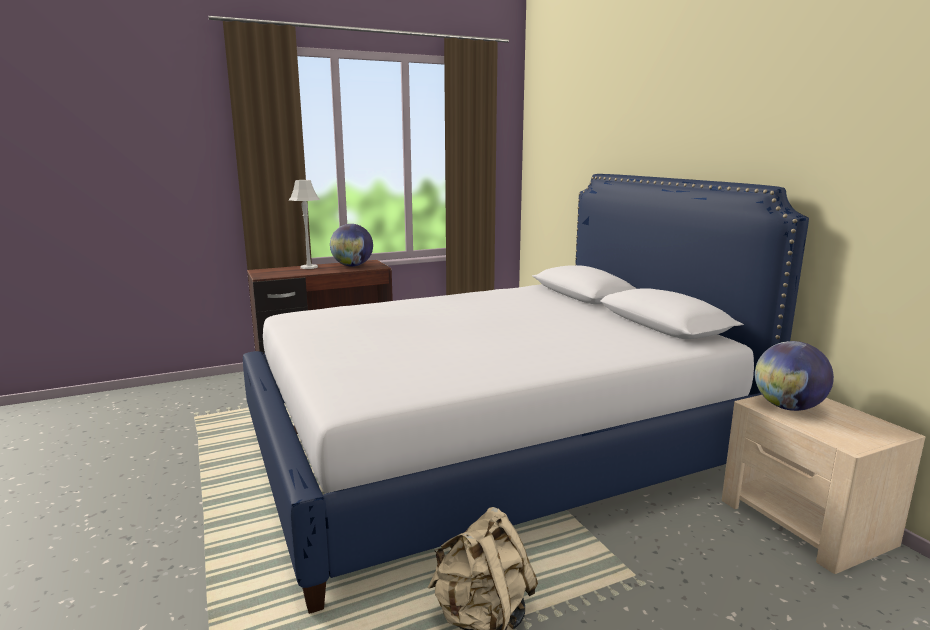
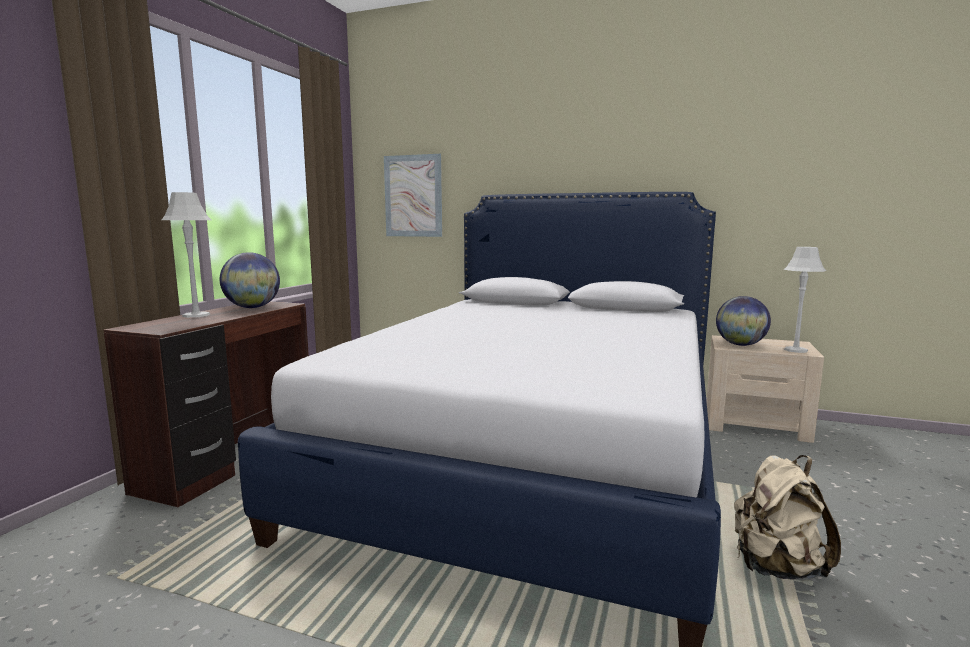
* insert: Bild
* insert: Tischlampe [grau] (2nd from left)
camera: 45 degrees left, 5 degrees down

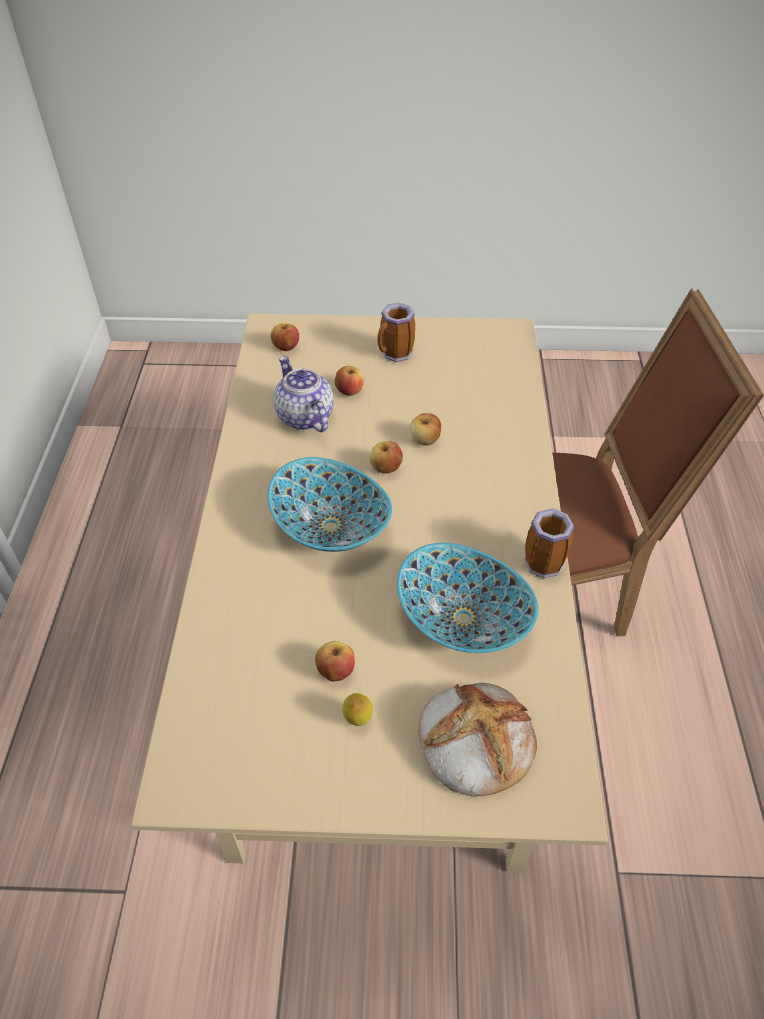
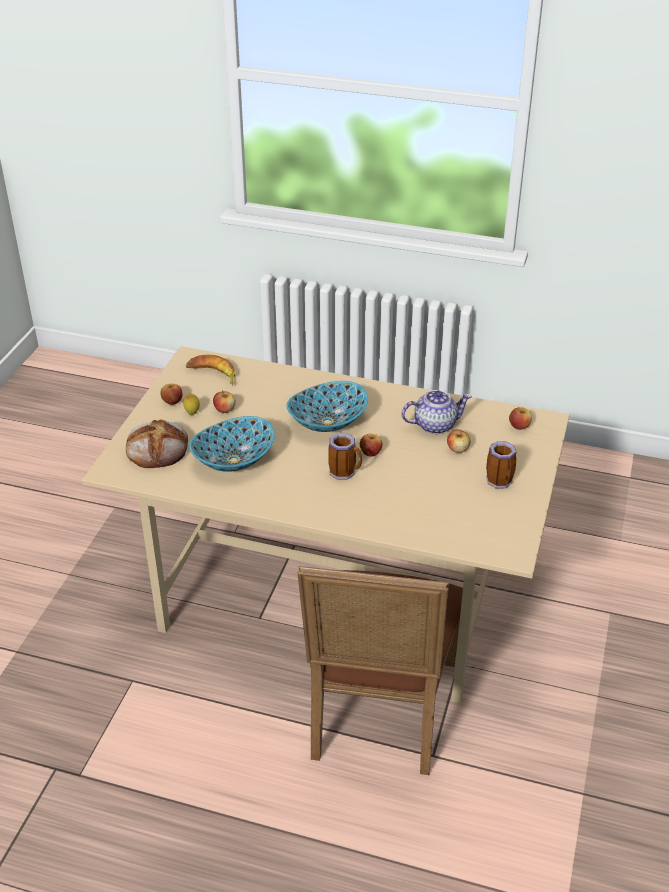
* insert: Banane
* move: Apfel (5th from left in the first image) to Apfel (1st from left)
* move: Henkelbecher (2nd from left in the first image) to Henkelbecher (1st from left)
camera: 105 degrees right, 10 degrees down

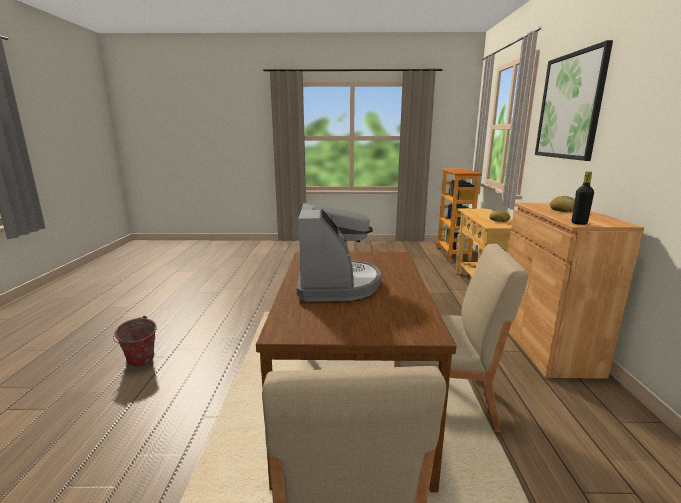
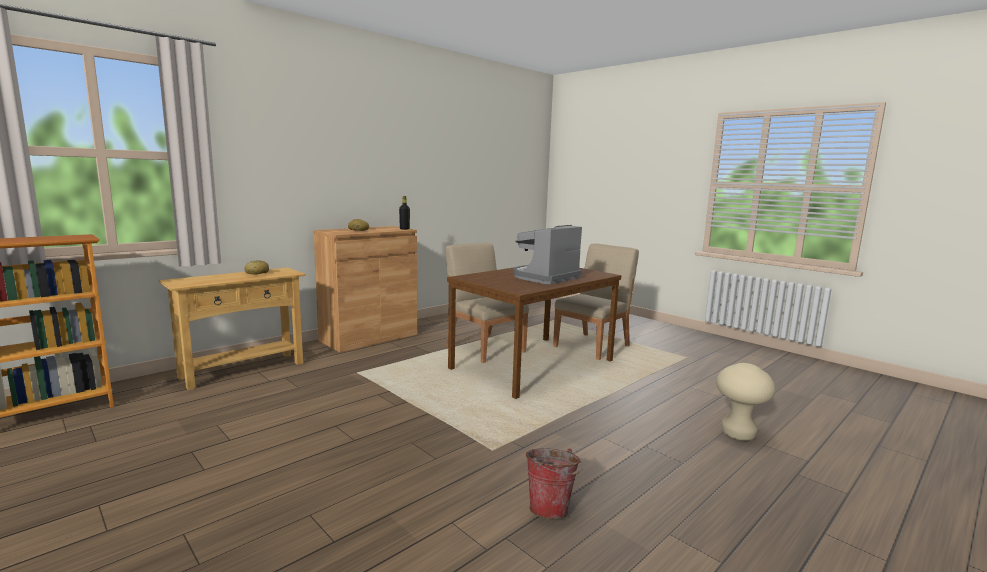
* delete: Bild
* insert: Hocker [beige]
* move: Eimer
camera: 135 degrees left, 5 degrees down

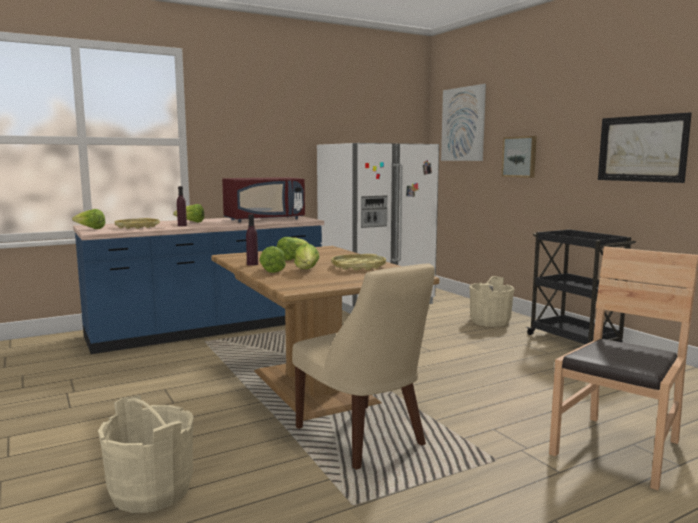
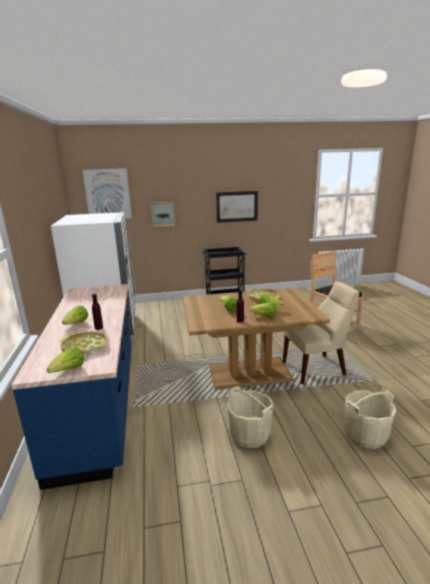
* delete: Mikrowelle [rot]
* move: Eimer [beige] (2nd from left in the first image) to Eimer [beige] (1st from left)
camera: 70 degrees left, 10 degrees up

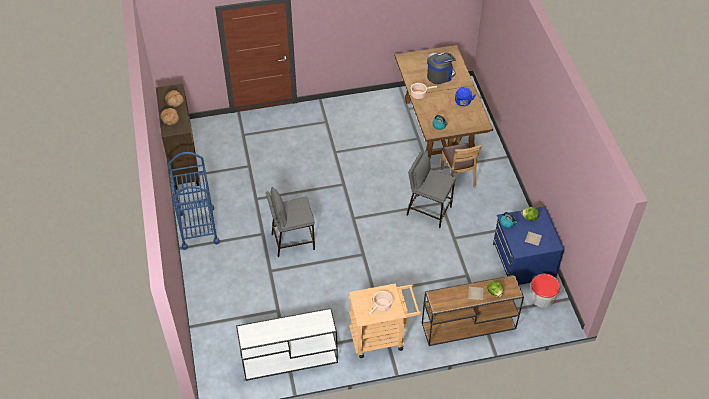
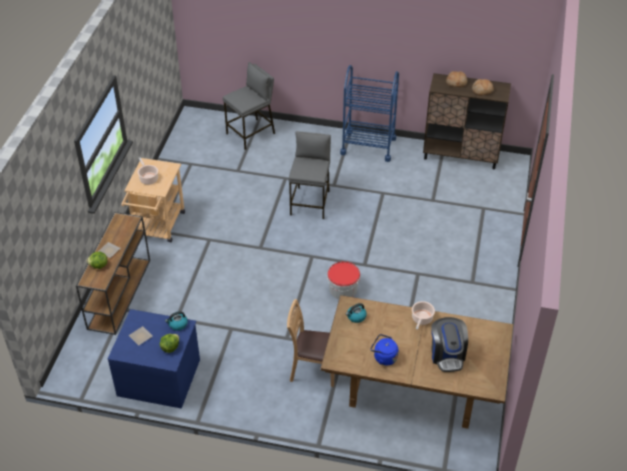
* delete: Konsolentisch [weiß]
* move: Hocker [grau] (2nd from left in the first image) to Hocker [grau] (1st from left)
* move: Eimer
camera: 115 degrees right, 5 degrees down

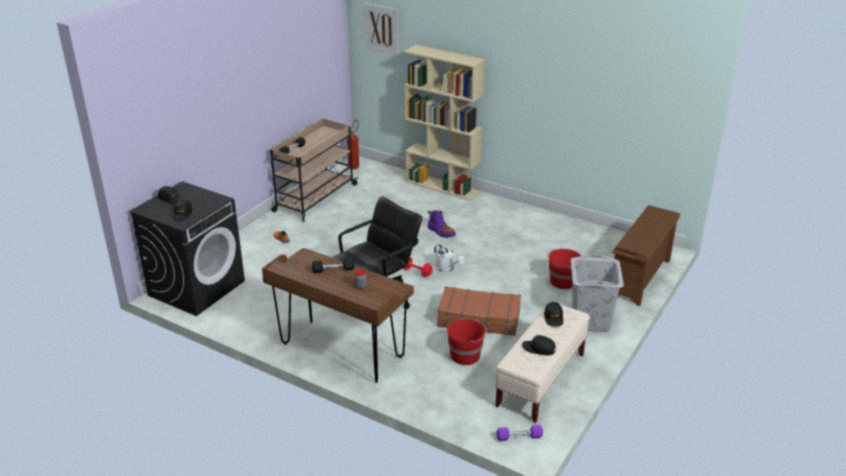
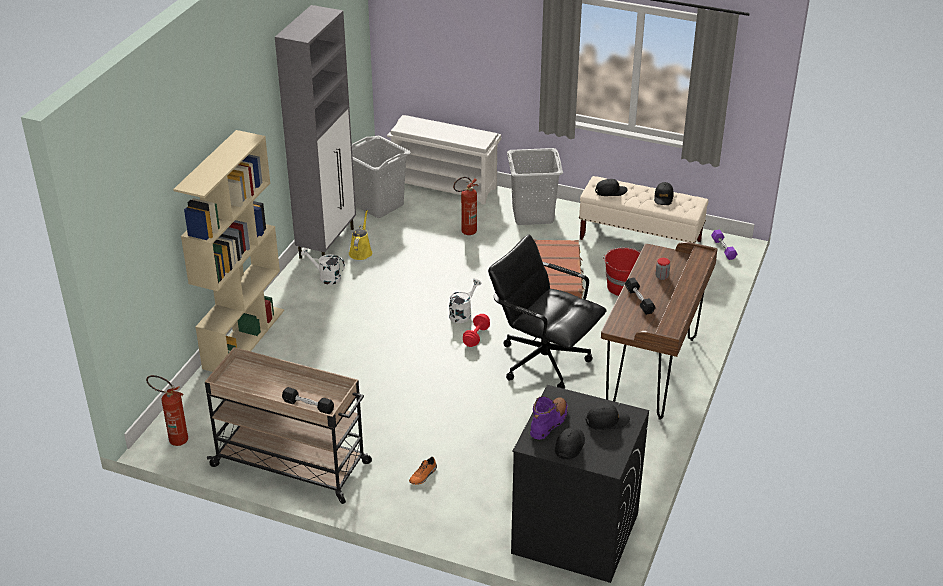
* delete: Bild
* insert: Schrank [grau]
* insert: Gießkanne [weiß] (1st from left)
* insert: Gießkanne [gelb]
* insert: Wäschekorb [grau] (1st from left)
* move: Stiefel [lila]
* replace: Eimer [rot] (2nd from left) to Feuerlöscher (2nd from left)
* recolor: Schuhregal [braun] to Schuhregal [weiß]
camera: 100 degrees left, 5 degrees up

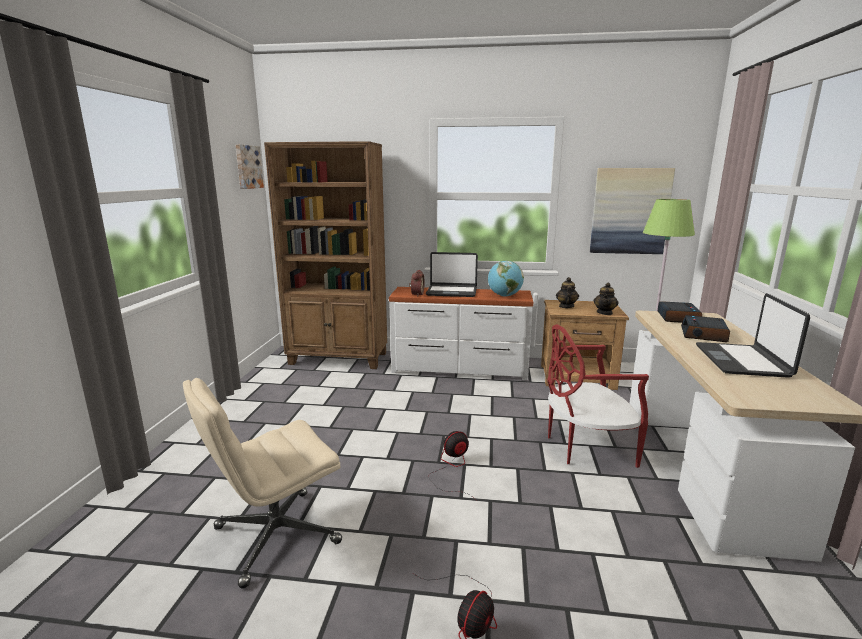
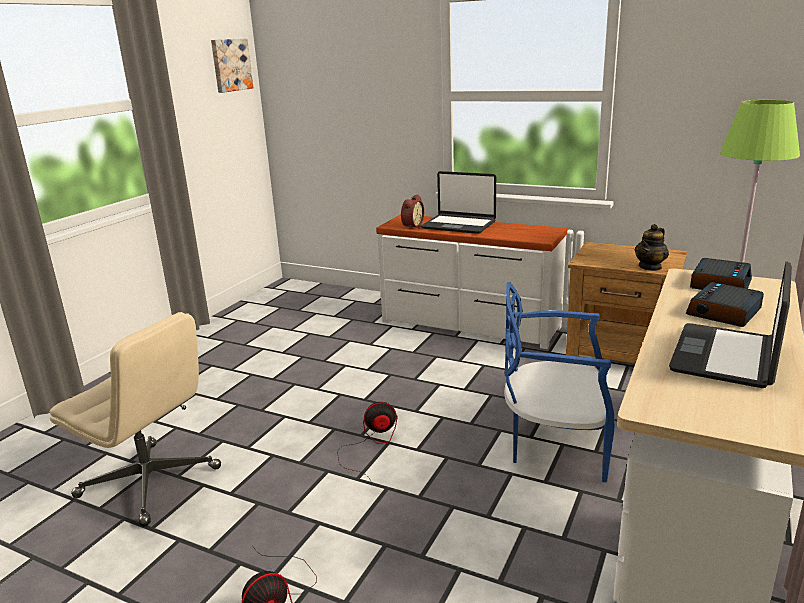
* delete: Bücherregal [braun]
* delete: Globus
* delete: Teekanne (1st from left)
* delete: Bild (2nd from left)
* recolor: Stuhl [rot] to Stuhl [blau]
* rotate: Bürostuhl [beige] 135 degrees counterclockwise
camera: 20 degrees right, 5 degrees up

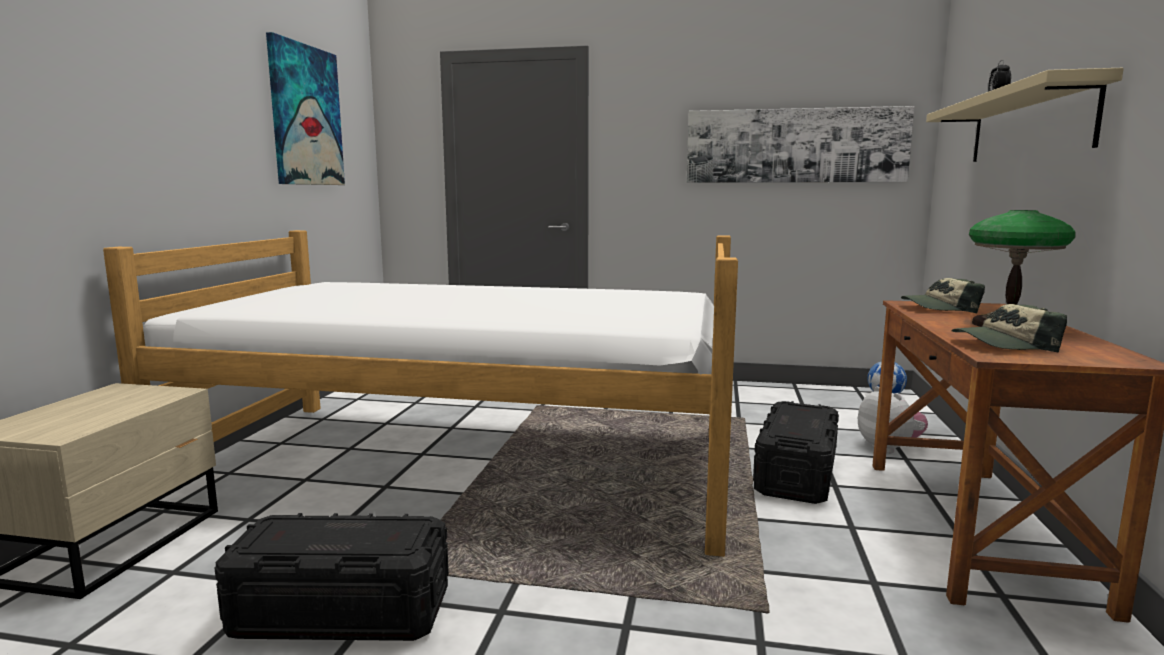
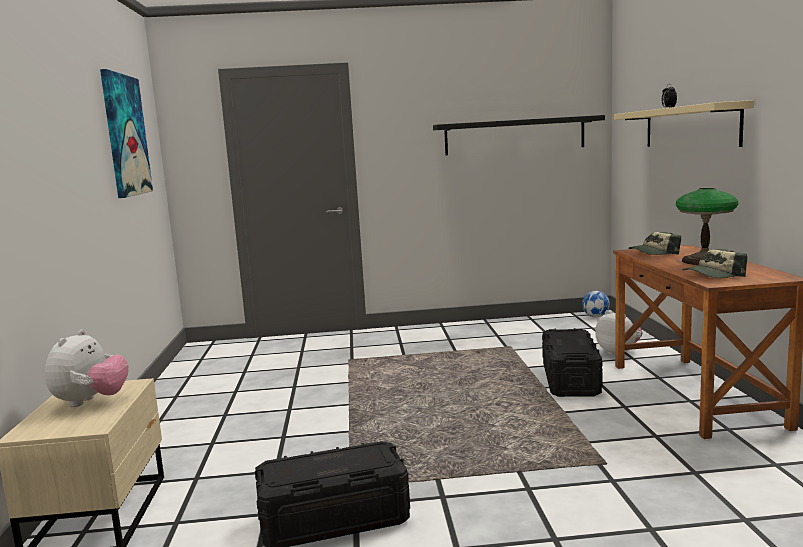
* delete: Bett
* insert: Plüschtier (1st from left)
* replace: Bild (2nd from left) to Wandregal [schwarz]
camera: 15 degrees left, 0 degrees up

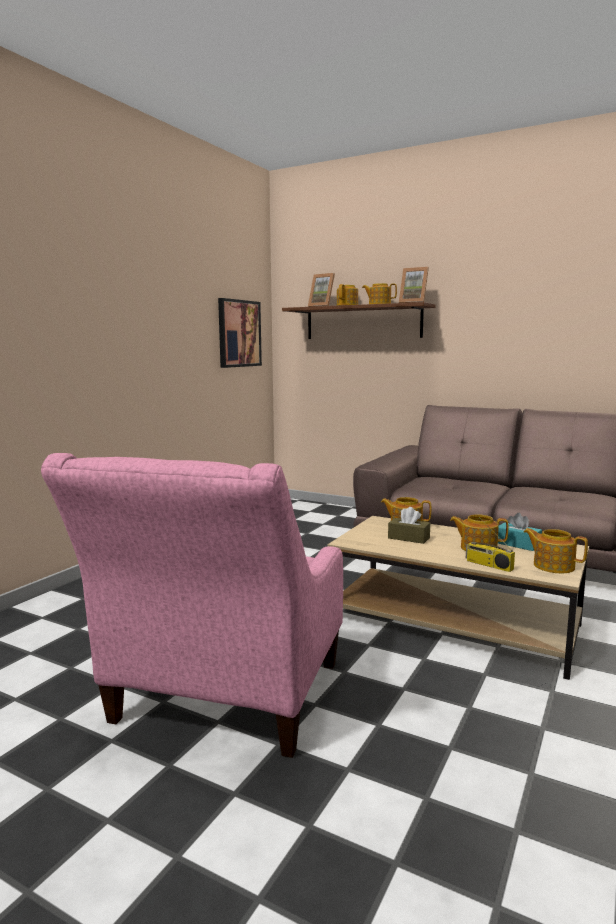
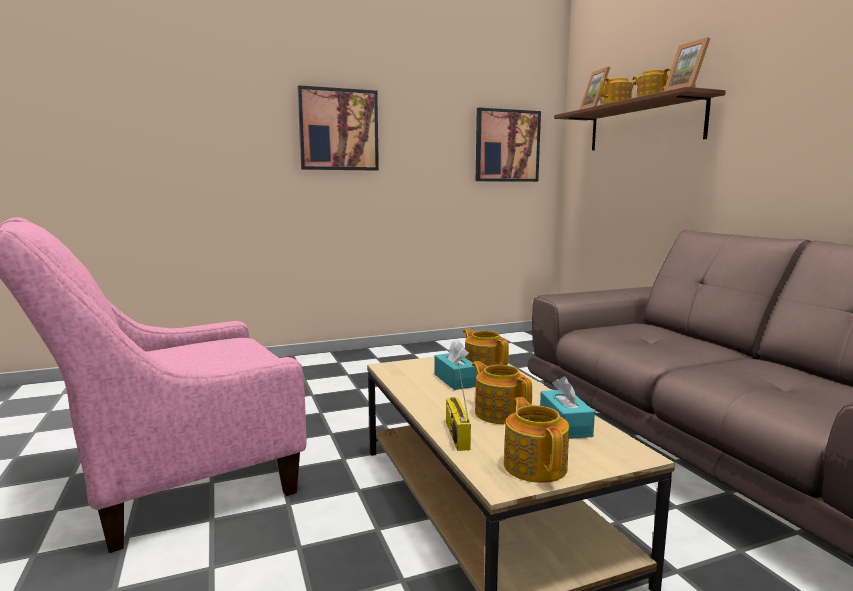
* insert: Bild (1st from left)
* recolor: Taschentuchbox [braun] to Taschentuchbox [türkis] (1st from left)
camera: 40 degrees right, 0 degrees up

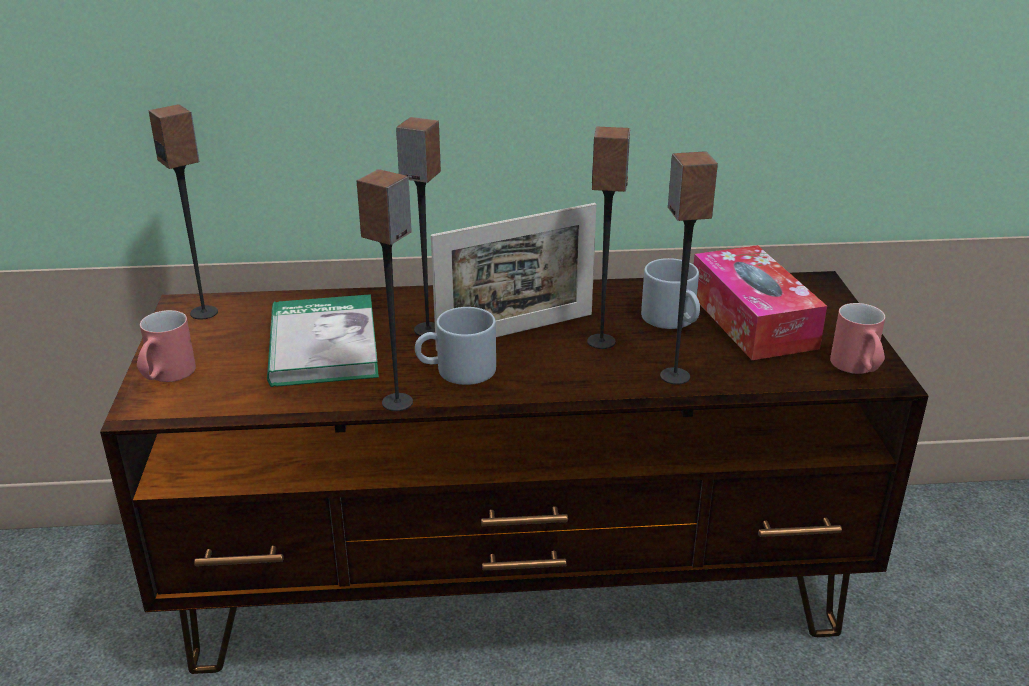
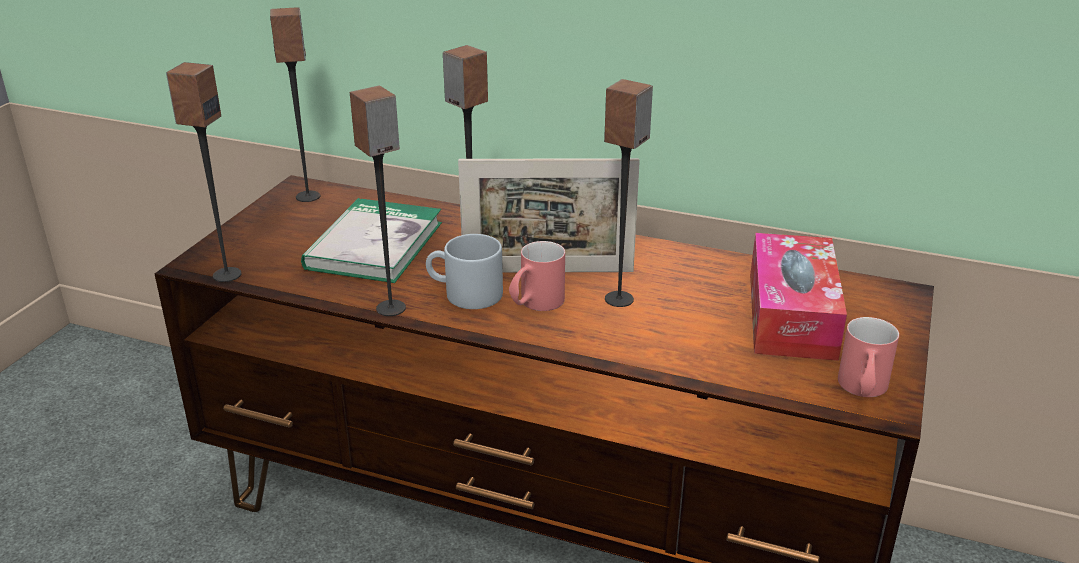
* delete: Henkelbecher [grau] (2nd from left)
* move: Henkelbecher [rot] (1st from left)
* move: Lautsprecher (5th from left in the first image) to Lautsprecher (1st from left)
camera: 25 degrees right, 0 degrees up

